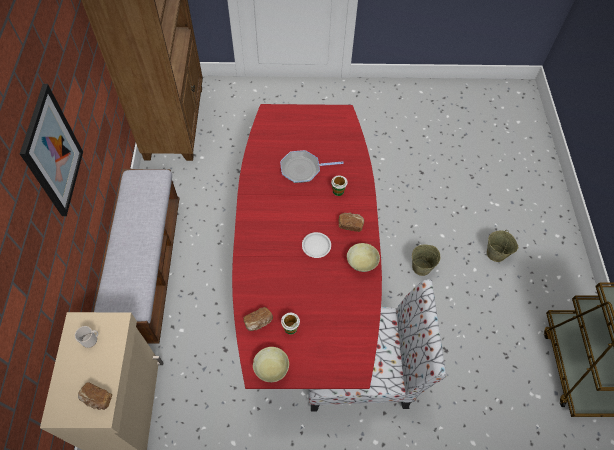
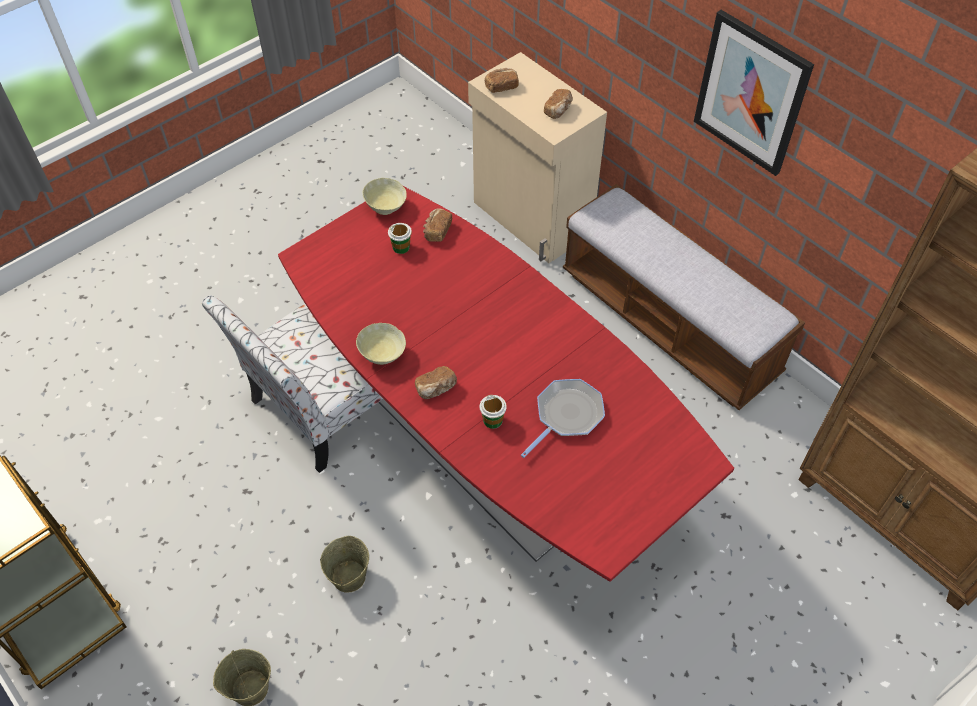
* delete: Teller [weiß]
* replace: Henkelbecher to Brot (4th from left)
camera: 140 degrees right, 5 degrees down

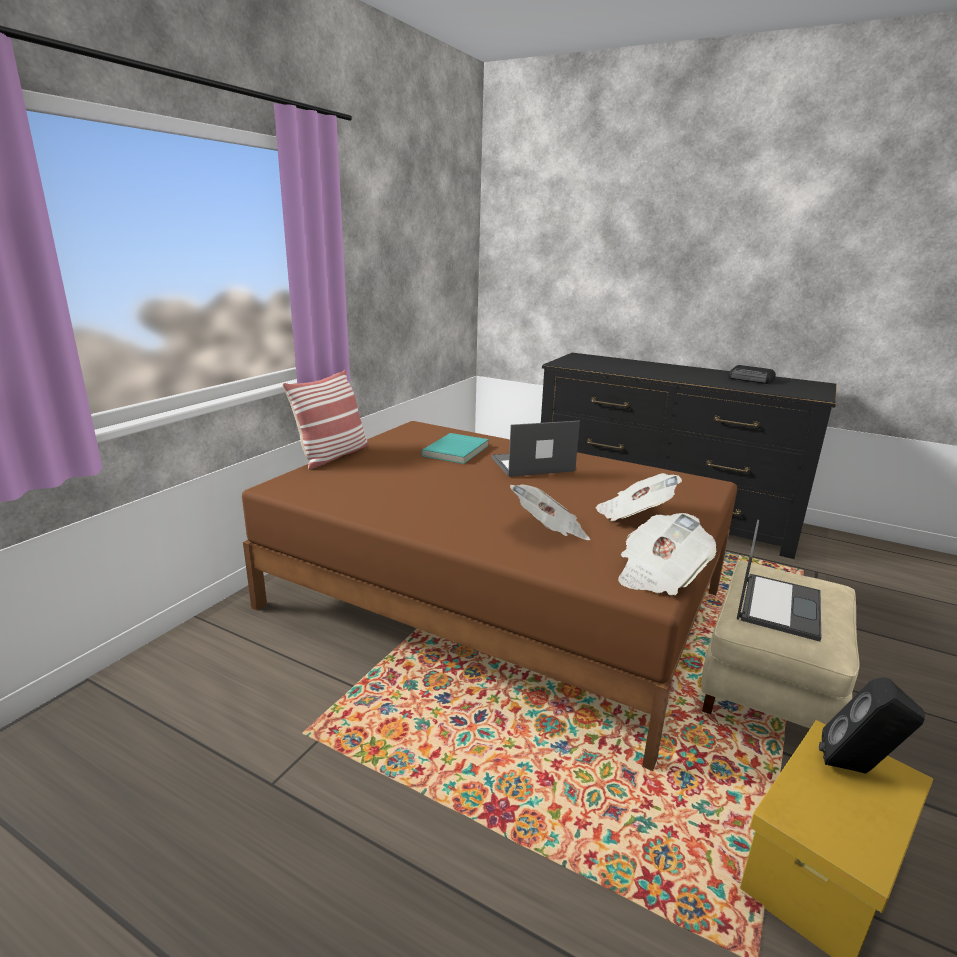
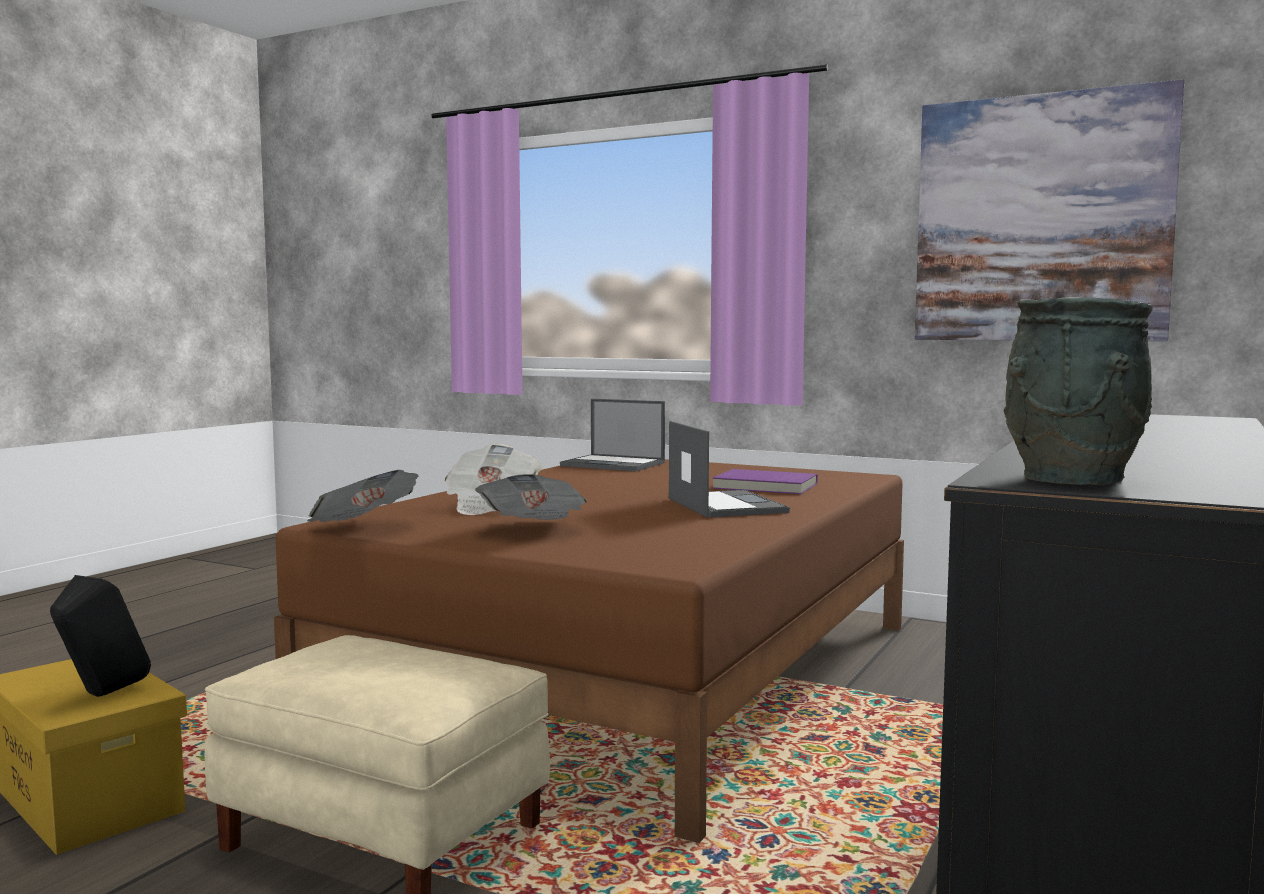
* delete: Kissen
* delete: Radio
* insert: Bild
* insert: Vase [grau]
* move: Laptop (2nd from left in the first image) to Laptop (1st from left)
* recolor: Buch [türkis] to Buch [lila]
camera: 90 degrees right, 15 degrees down

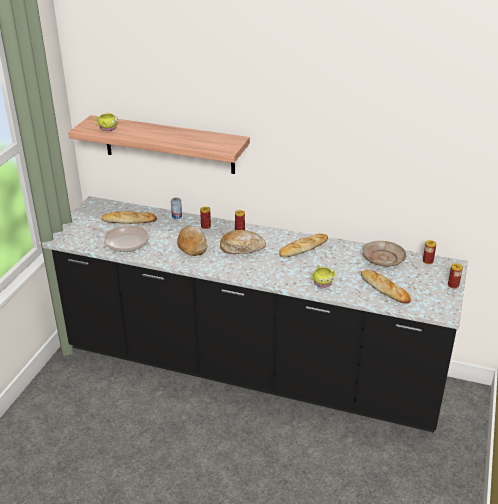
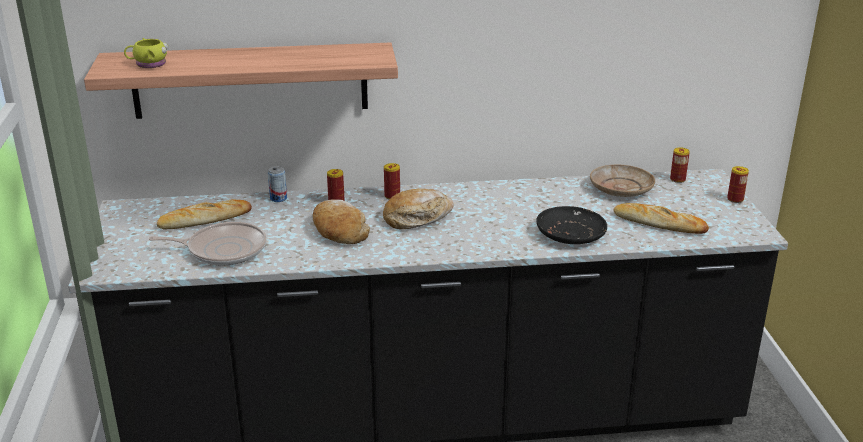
* delete: Brot (4th from left)
* replace: Henkelbecher [gelb] (2nd from left) to Teller [schwarz]
camera: 25 degrees left, 5 degrees down

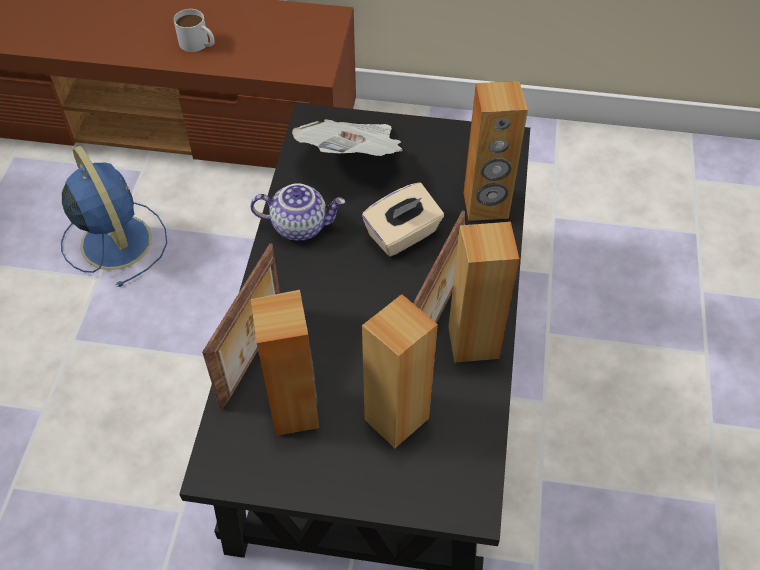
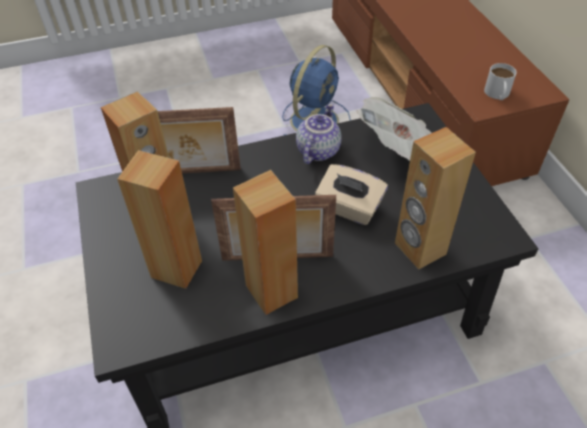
* move: Henkelbecher [weiß]
* rotate: Teekanne 135 degrees counterclockwise
camera: 65 degrees right, 5 degrees down

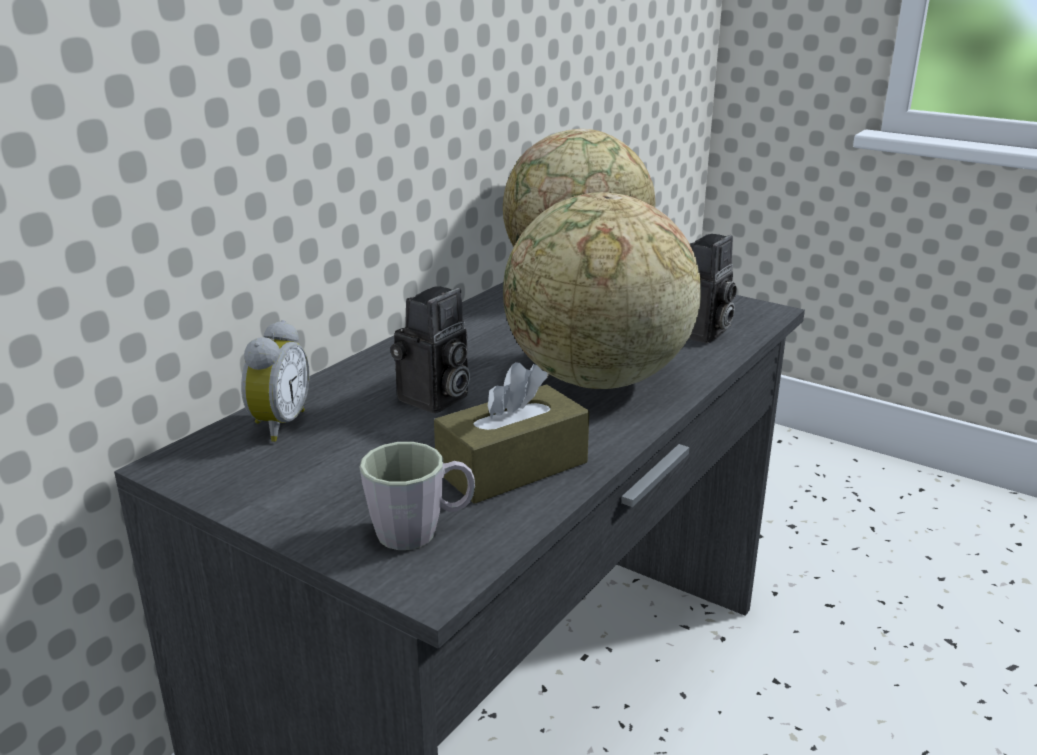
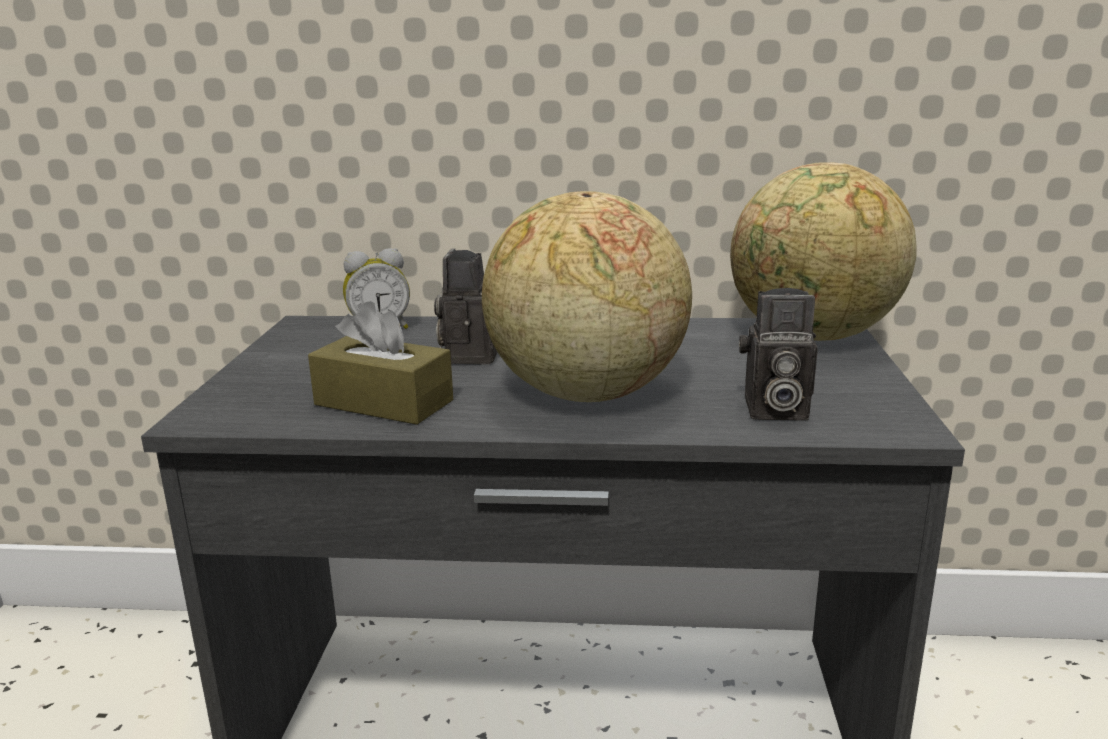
* delete: Henkelbecher [grau]
* rotate: Kamera (1st from left) 90 degrees clockwise
camera: 60 degrees right, 5 degrees down

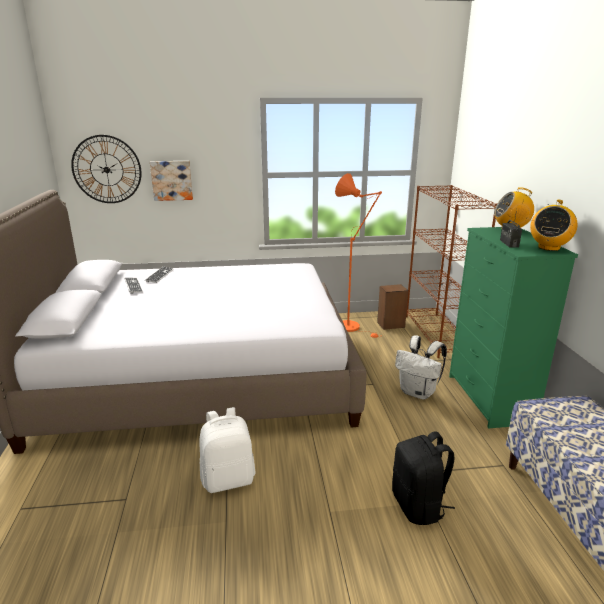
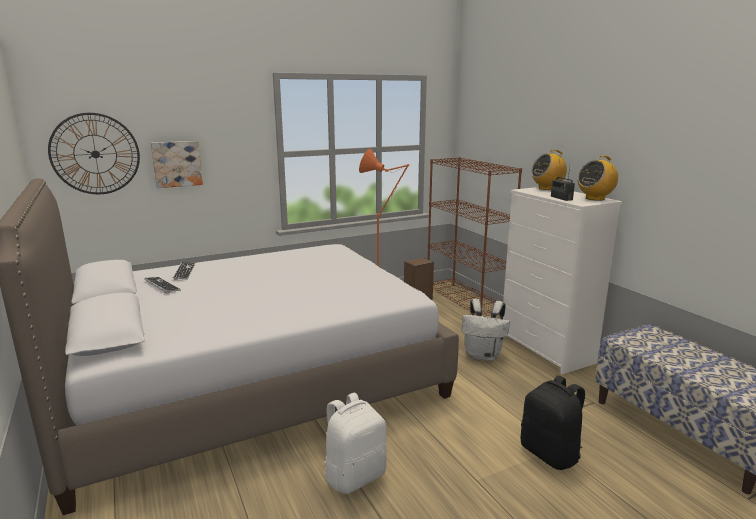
* recolor: Kommode [grün] to Kommode [weiß]
* rotate: Radio (3rd from left) 45 degrees clockwise
camera: 20 degrees left, 5 degrees down

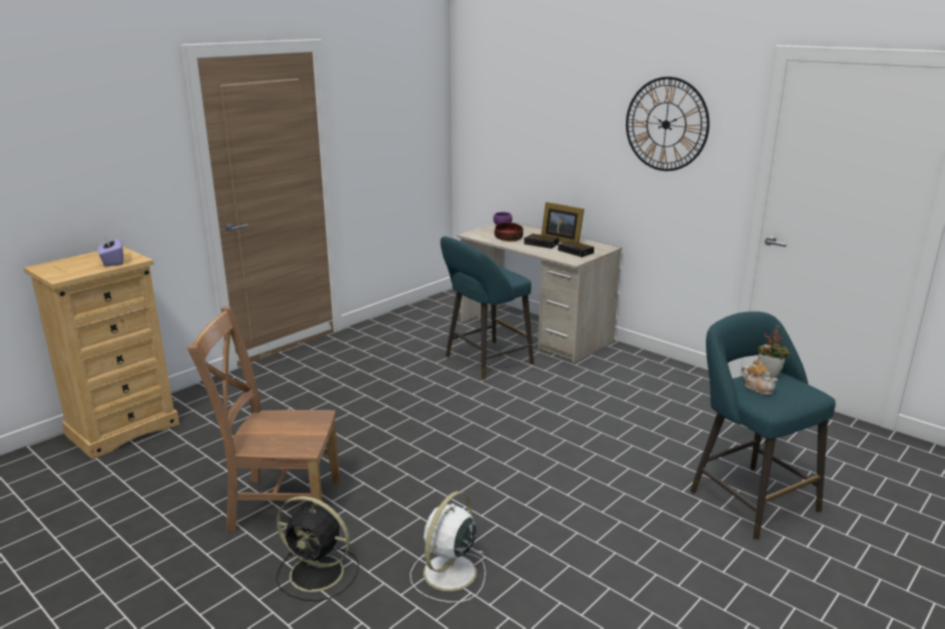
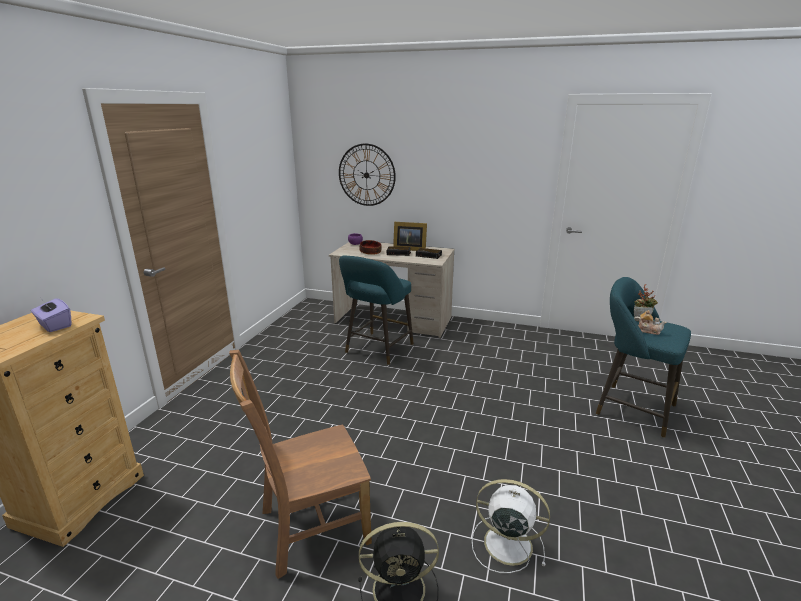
* move: Wanduhr
* rotate: Ventilator [weiß] 105 degrees clockwise
camera: 25 degrees left, 0 degrees up

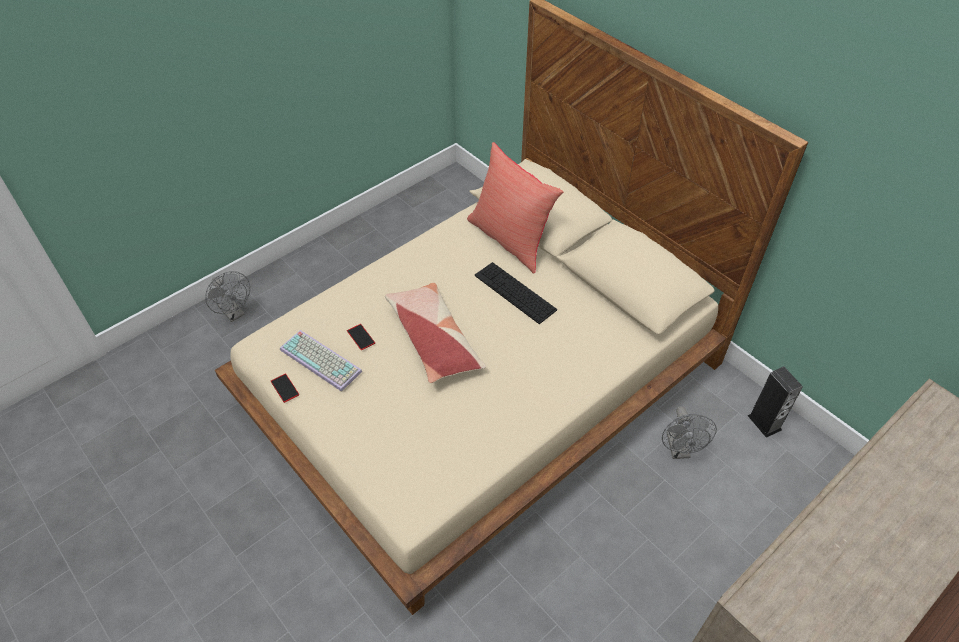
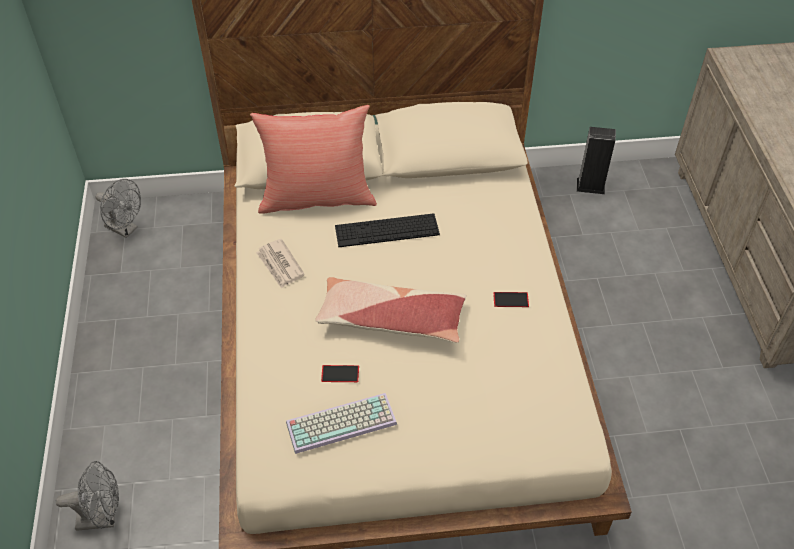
* insert: Zeitung
* move: Handy (1st from left in the first image) to Handy (2nd from left)
* move: Ventilator [grau] (2nd from left)
camera: 55 degrees left, 0 degrees up

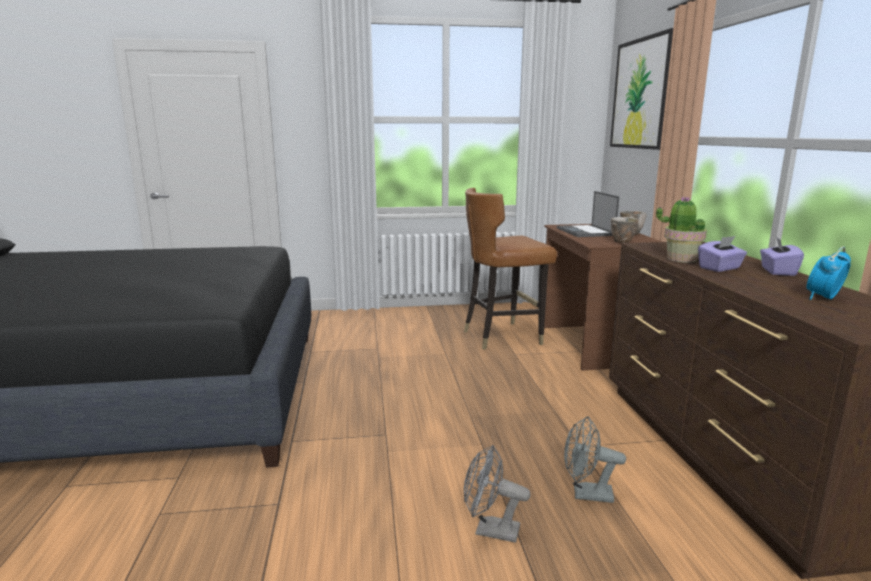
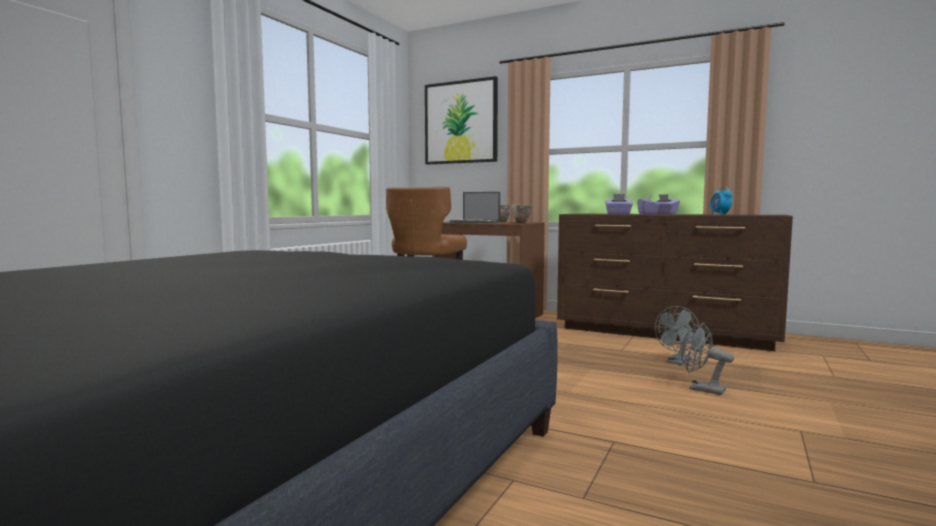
* replace: Topfpflanze to Taschentuchbox [lila] (1st from left)
* rotate: Ventilator [grau] (1st from left in the first image) 75 degrees clockwise
camera: 55 degrees left, 10 degrees down

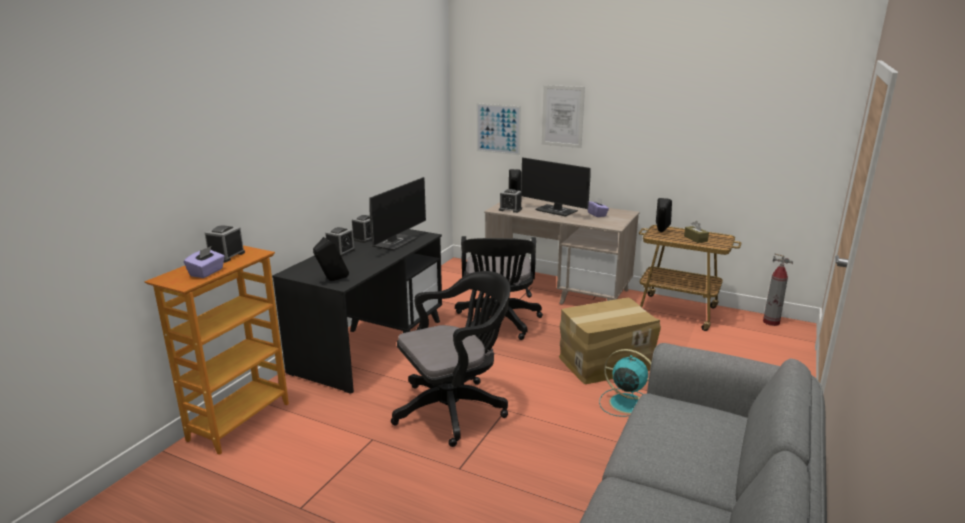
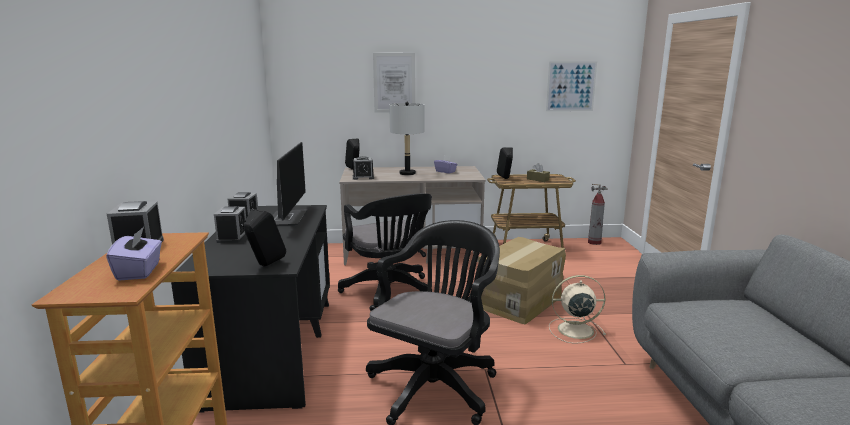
* move: Bild (1st from left in the first image) to Bild (2nd from left)
* replace: Monitor (2nd from left) to Tischlampe [grau]
* recolor: Ventilator [türkis] to Ventilator [beige]
camera: 30 degrees left, 5 degrees down

